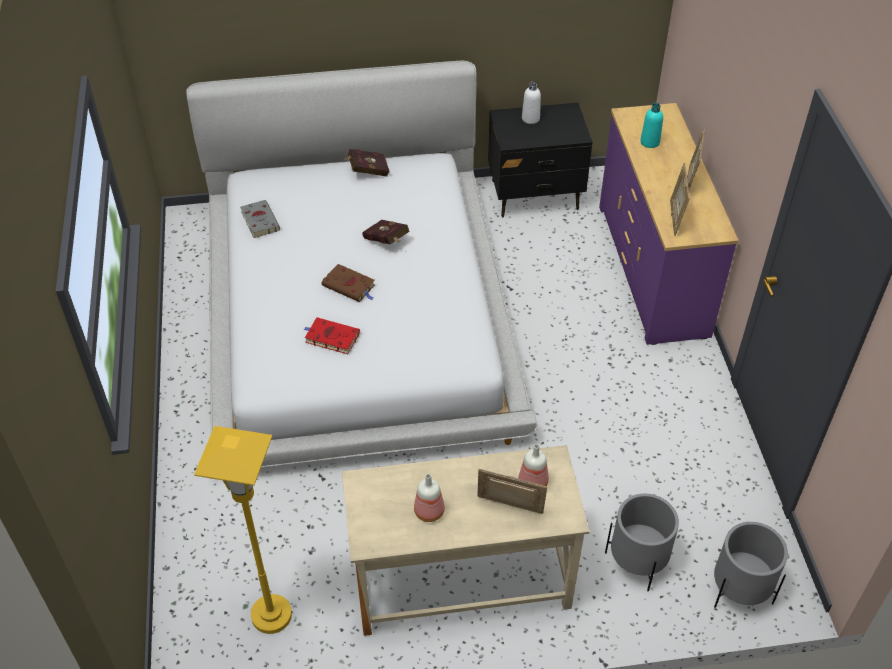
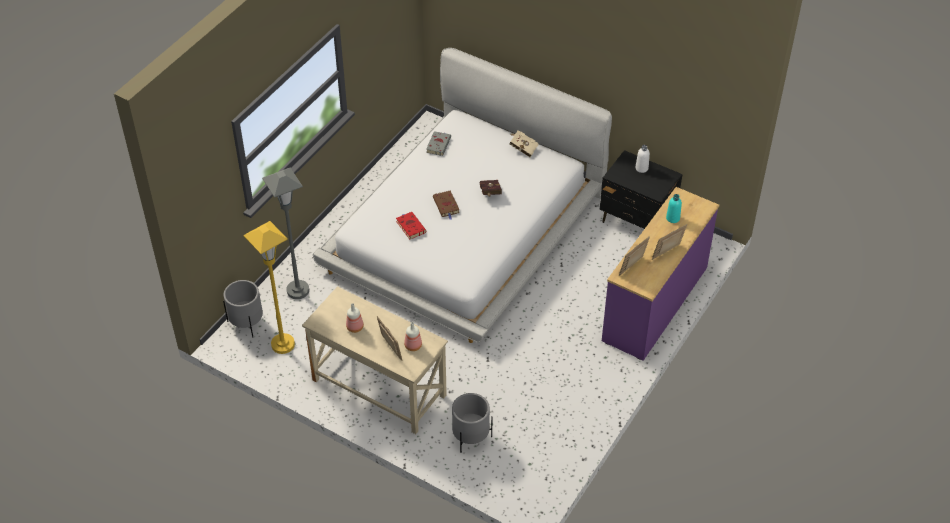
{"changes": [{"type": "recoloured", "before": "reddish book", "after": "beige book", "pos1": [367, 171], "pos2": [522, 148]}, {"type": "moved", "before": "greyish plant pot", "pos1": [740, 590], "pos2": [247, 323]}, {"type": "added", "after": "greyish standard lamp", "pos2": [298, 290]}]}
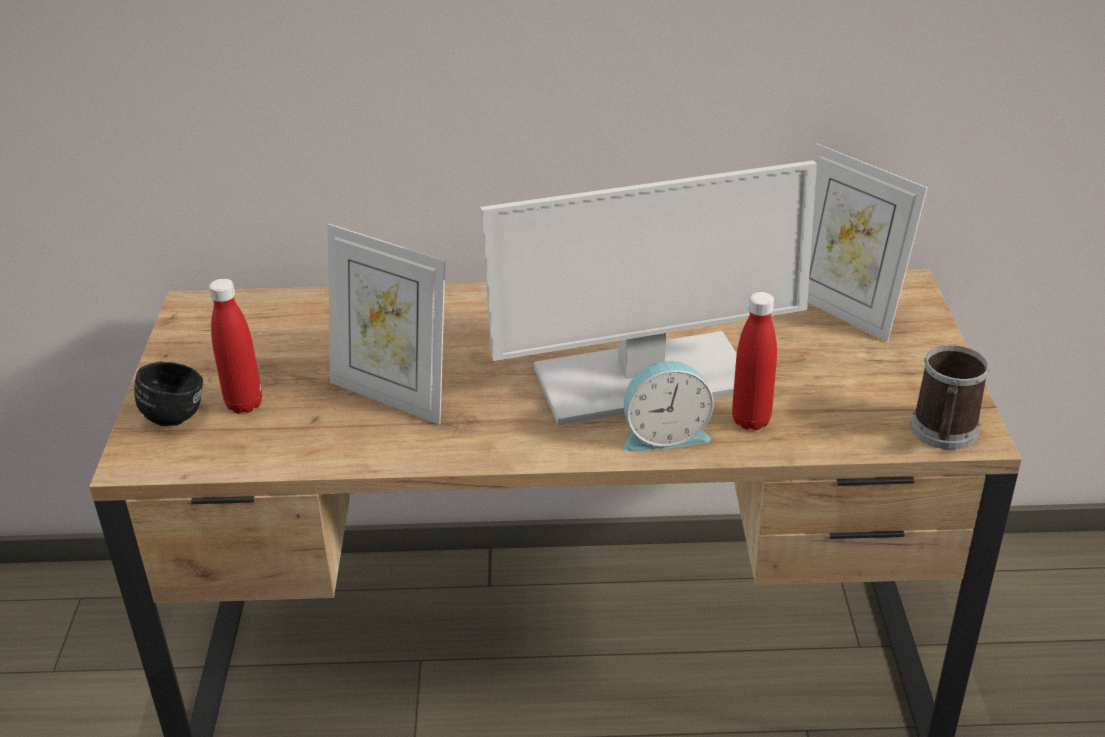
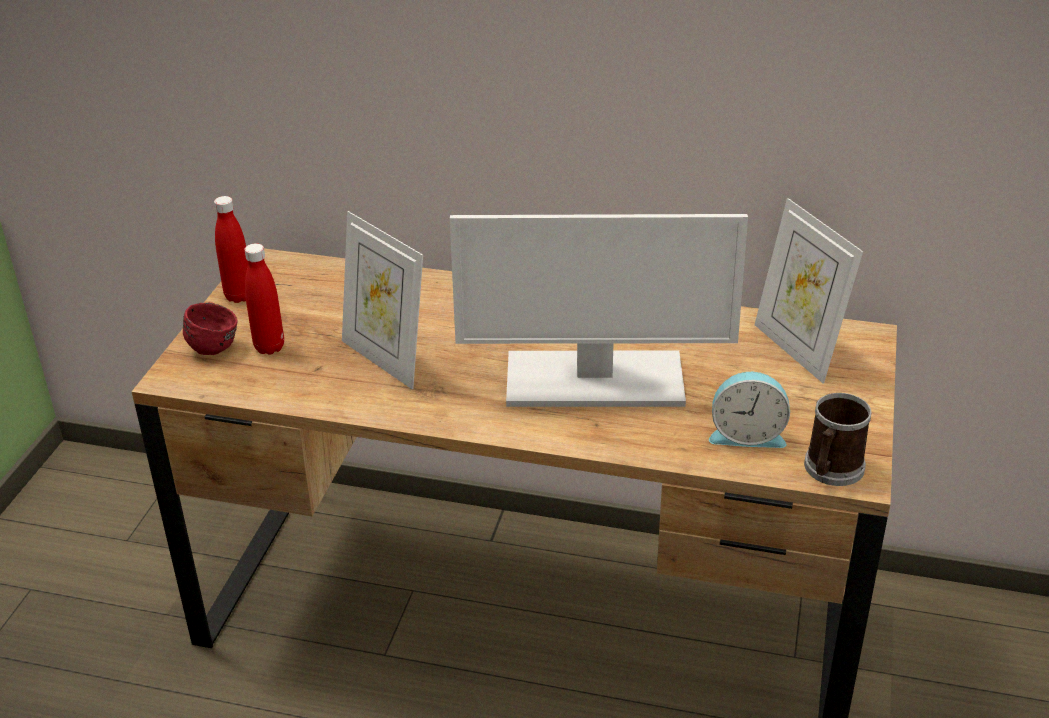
{"changes": [{"type": "moved", "before": "reddish beverage bottle", "pos1": [751, 420], "pos2": [239, 296]}, {"type": "recoloured", "before": "black coffee mug", "after": "reddish coffee mug", "pos1": [174, 411], "pos2": [215, 344]}, {"type": "moved", "before": "bedside clock", "pos1": [664, 435], "pos2": [747, 434]}]}
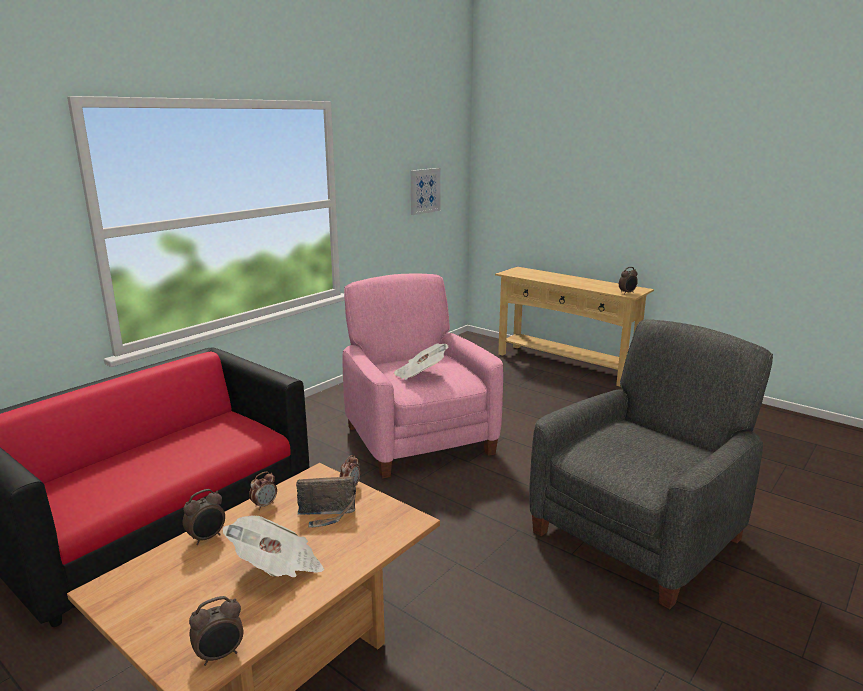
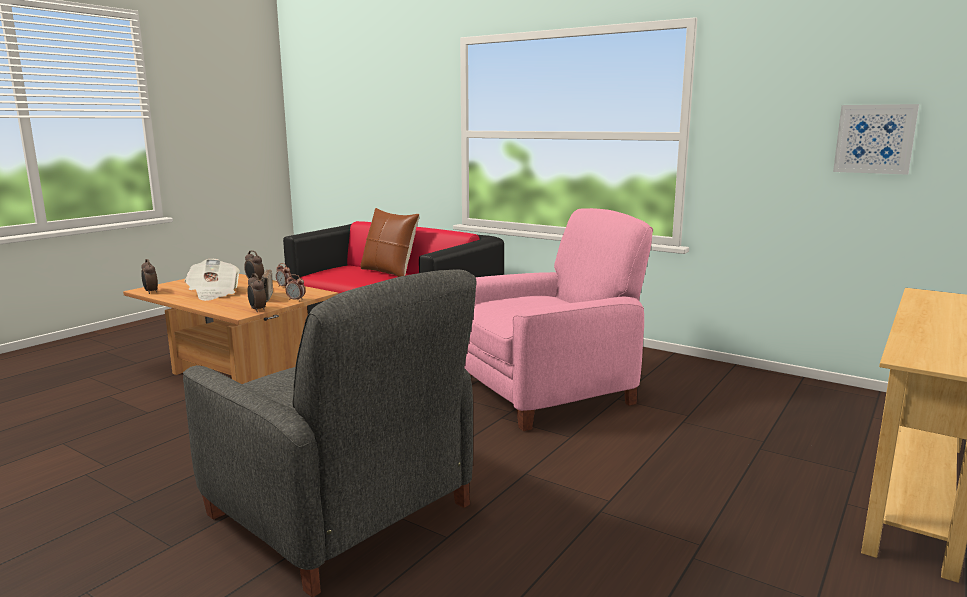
{"changes": [{"type": "moved", "before": "bedside clock", "pos1": [627, 293], "pos2": [257, 310]}, {"type": "removed", "before": "daily paper", "pos1": [420, 375]}, {"type": "added", "after": "brownish cushion", "pos2": [389, 272]}]}
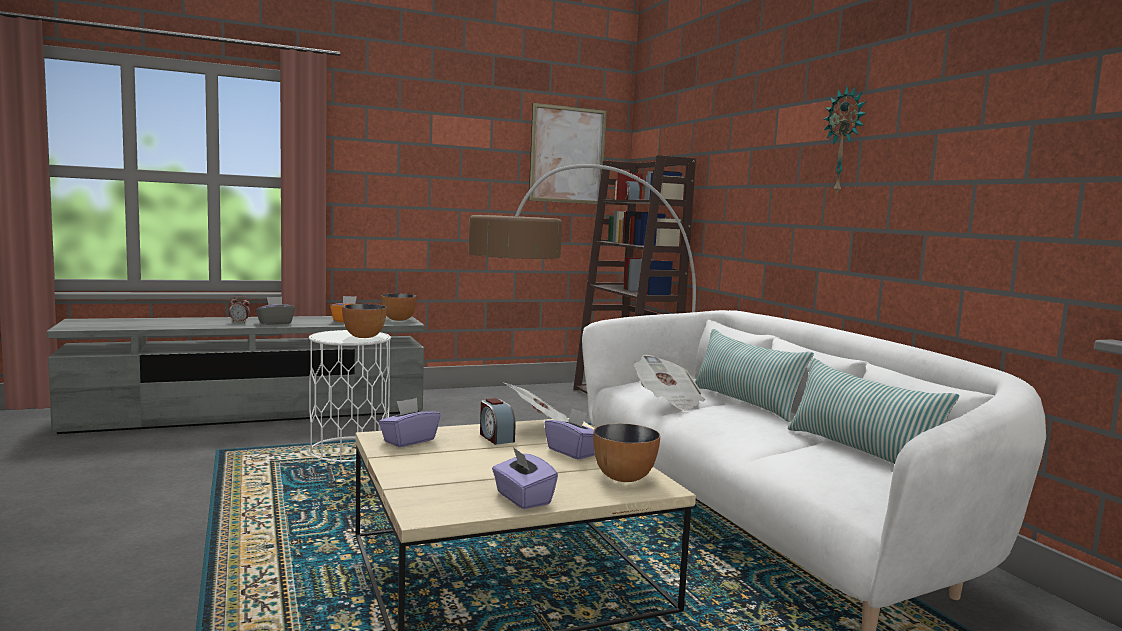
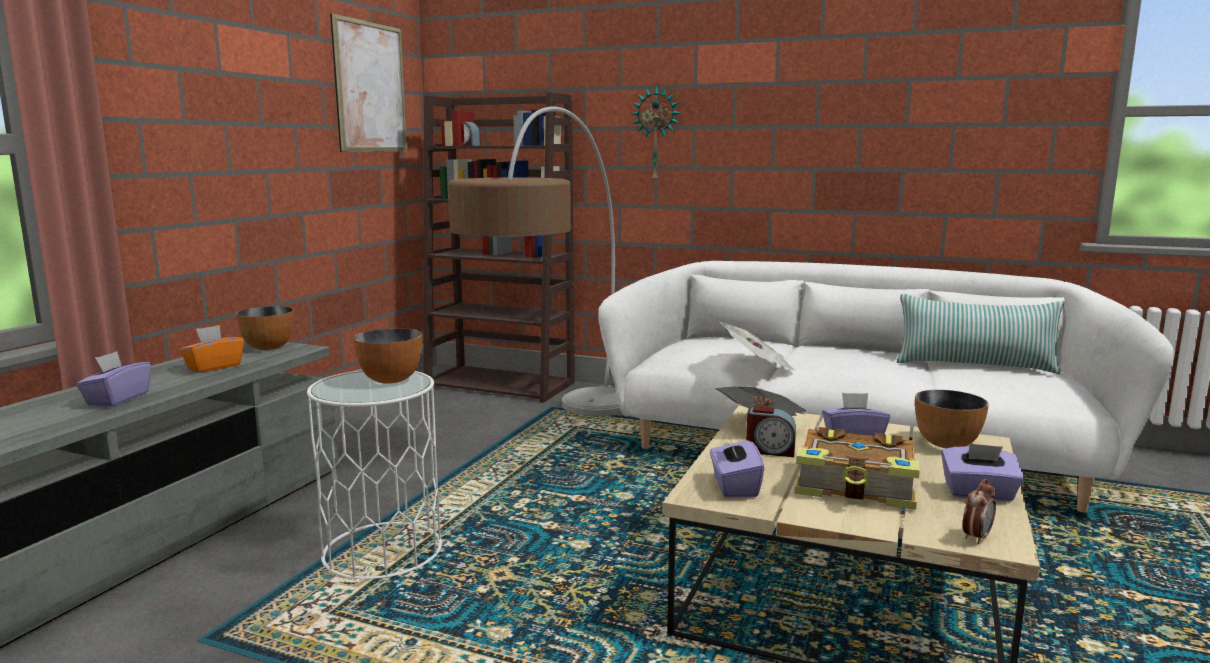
{"changes": [{"type": "moved", "before": "wall clock", "pos1": [845, 141], "pos2": [656, 135]}, {"type": "moved", "before": "bedside clock", "pos1": [239, 322], "pos2": [976, 537]}, {"type": "recoloured", "before": "greyish box of tissues", "after": "purple-coloured box of tissues", "pos1": [275, 323], "pos2": [117, 399]}, {"type": "removed", "before": "cushion", "pos1": [744, 403]}, {"type": "added", "after": "book", "pos2": [857, 486]}]}
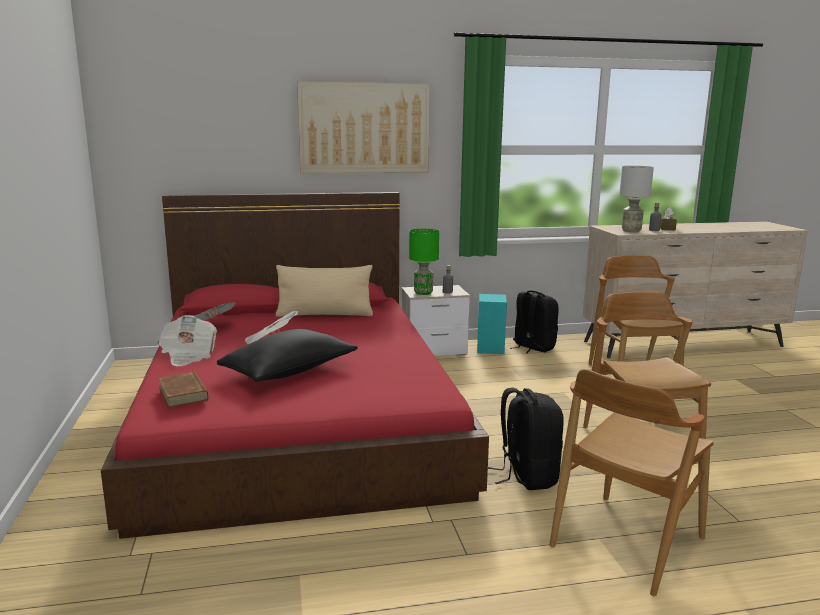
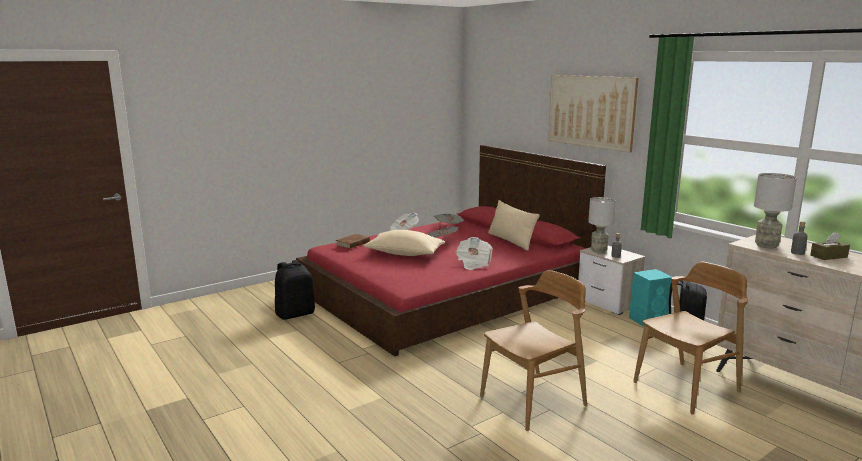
{"changes": [{"type": "recoloured", "before": "greenish lamp for a table", "after": "greyish lamp for a table", "pos1": [422, 293], "pos2": [598, 251]}, {"type": "recoloured", "before": "black cushion", "after": "beige cushion", "pos1": [290, 372], "pos2": [404, 254]}, {"type": "removed", "before": "brownish chair", "pos1": [626, 542]}, {"type": "moved", "before": "black knapsack", "pos1": [527, 476], "pos2": [295, 314]}, {"type": "added", "after": "daily paper", "pos2": [473, 263]}]}
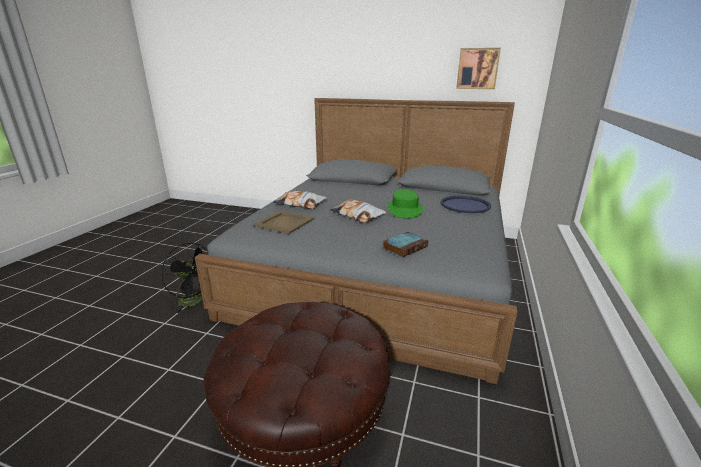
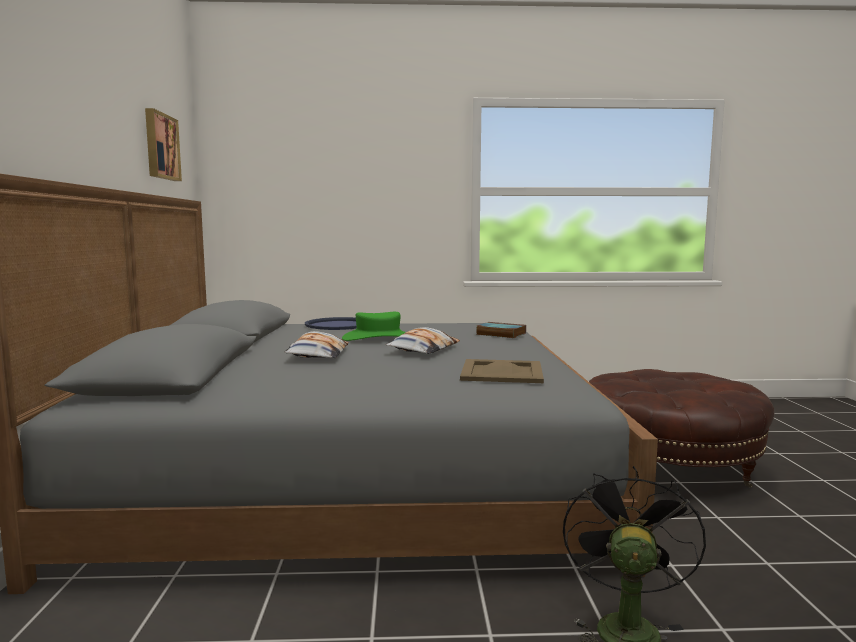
{"changes": [{"type": "moved", "before": "cushion", "pos1": [300, 204], "pos2": [317, 354]}]}
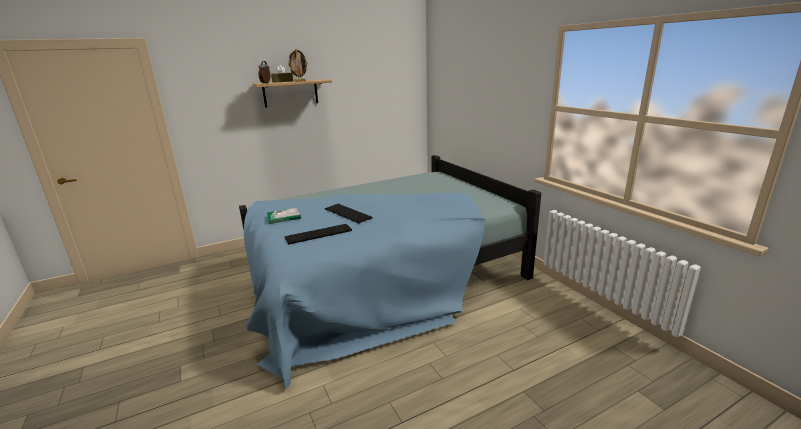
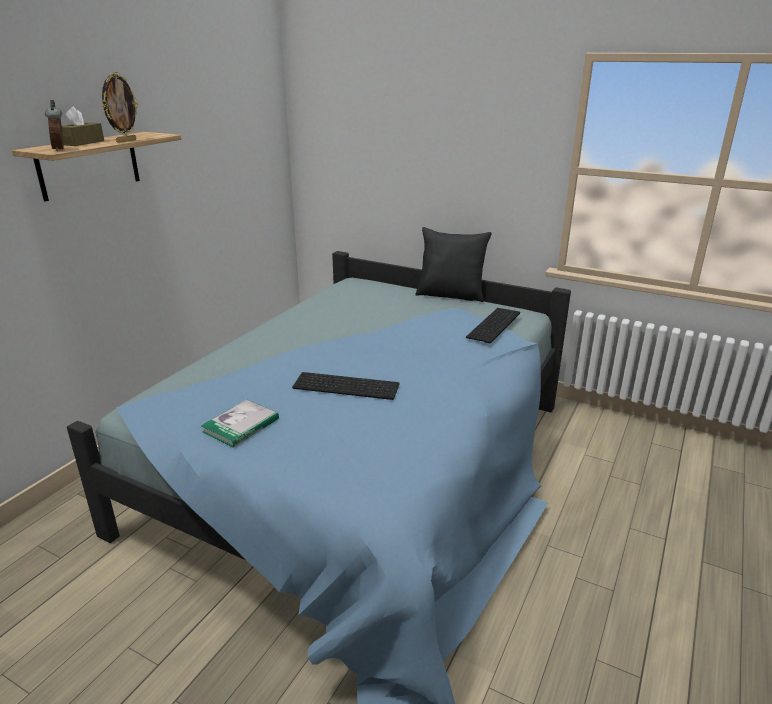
{"changes": [{"type": "moved", "before": "keyboard", "pos1": [318, 234], "pos2": [495, 325]}, {"type": "added", "after": "black cushion", "pos2": [451, 295]}]}
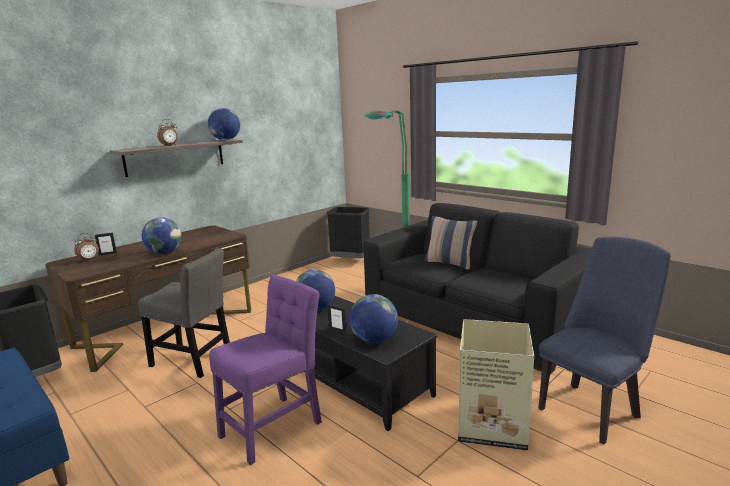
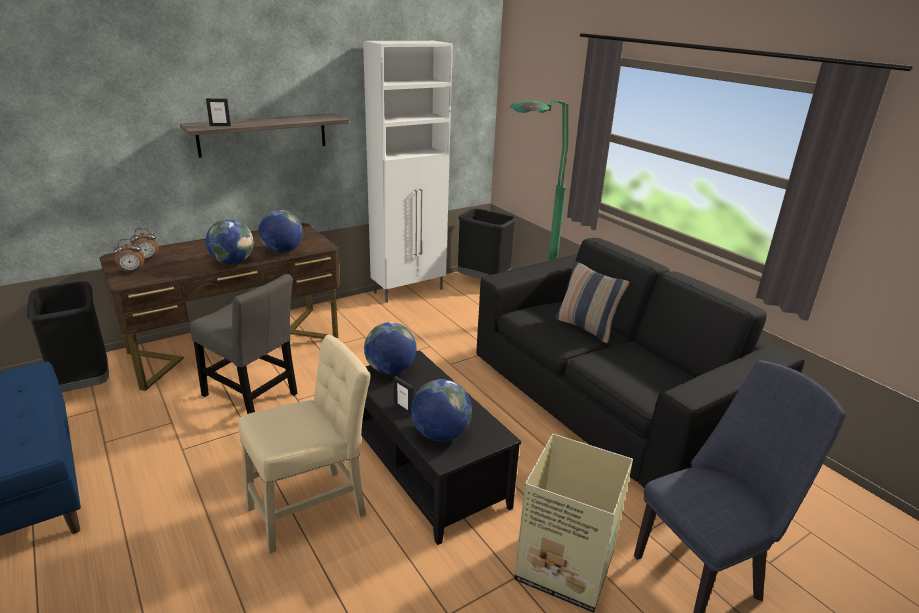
{"changes": [{"type": "moved", "before": "world globe", "pos1": [225, 140], "pos2": [282, 251]}, {"type": "moved", "before": "bedside clock", "pos1": [170, 145], "pos2": [132, 272]}, {"type": "moved", "before": "standing frame", "pos1": [108, 254], "pos2": [220, 126]}, {"type": "recoloured", "before": "purple-coloured chair", "after": "beige chair", "pos1": [274, 426], "pos2": [312, 507]}, {"type": "added", "after": "white-coloured cabinet", "pos2": [409, 290]}]}
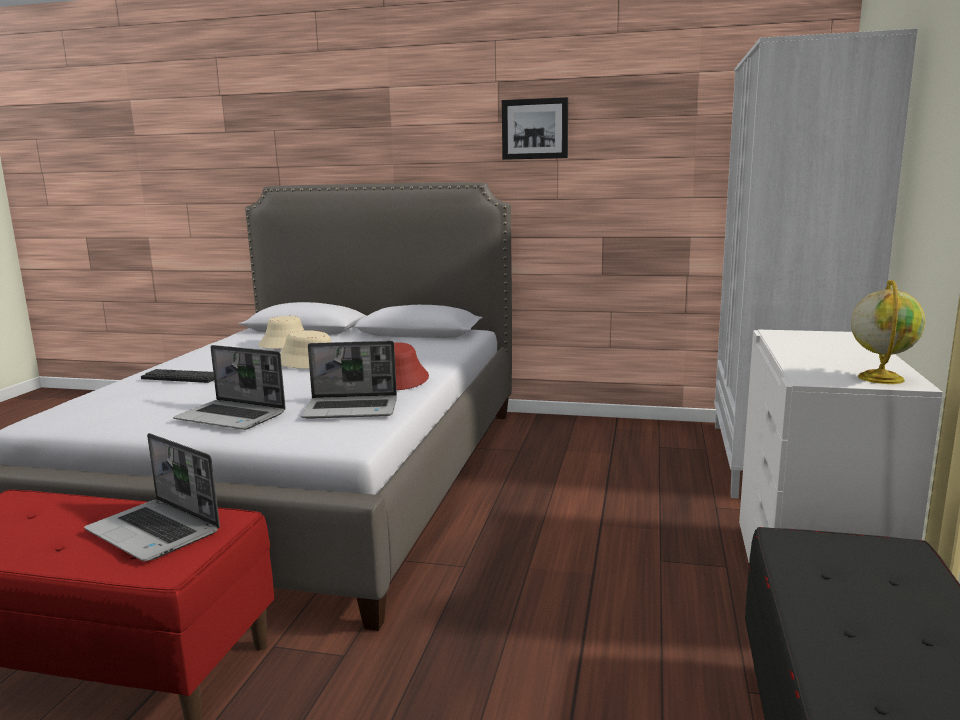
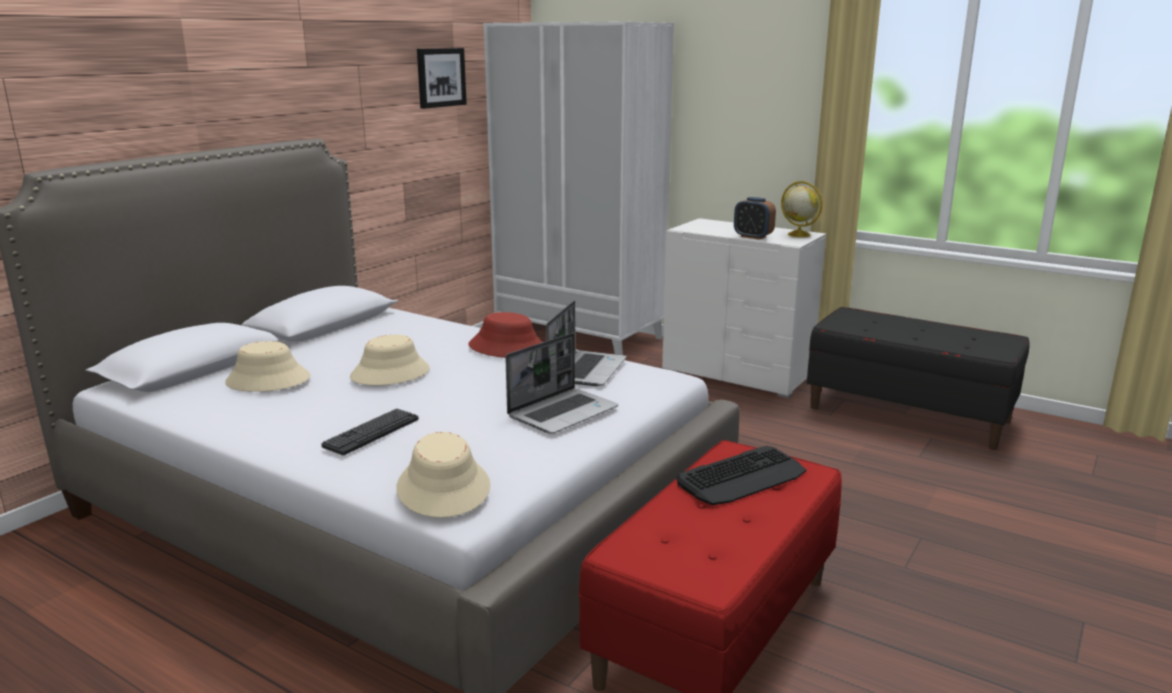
{"changes": [{"type": "moved", "before": "wall picture", "pos1": [535, 129], "pos2": [440, 77]}, {"type": "replaced", "before": "notebook computer", "after": "keyboard", "pos1": [155, 532], "pos2": [742, 477]}, {"type": "added", "after": "bedside clock", "pos2": [753, 237]}, {"type": "added", "after": "beige hat", "pos2": [444, 487]}]}
